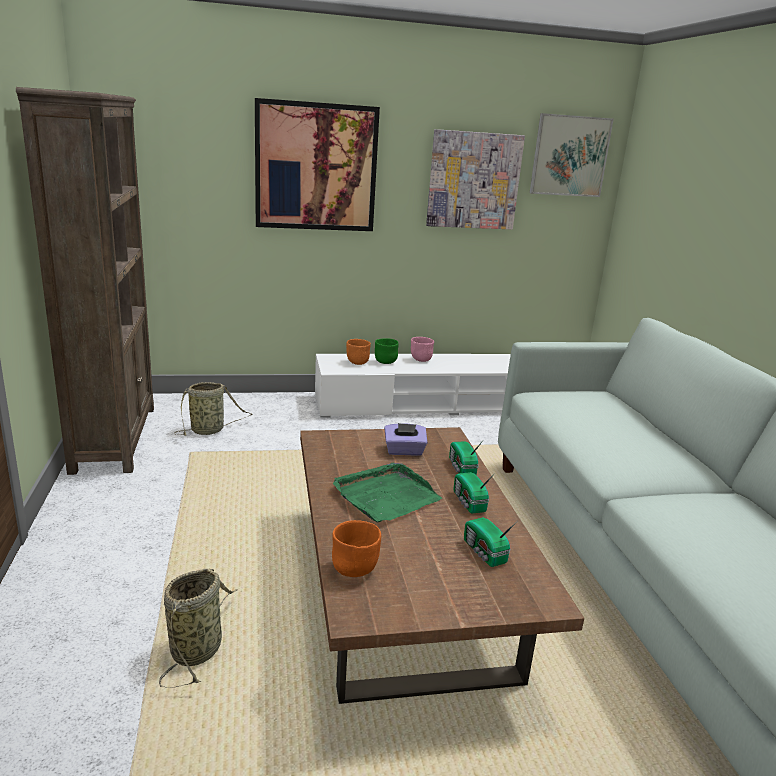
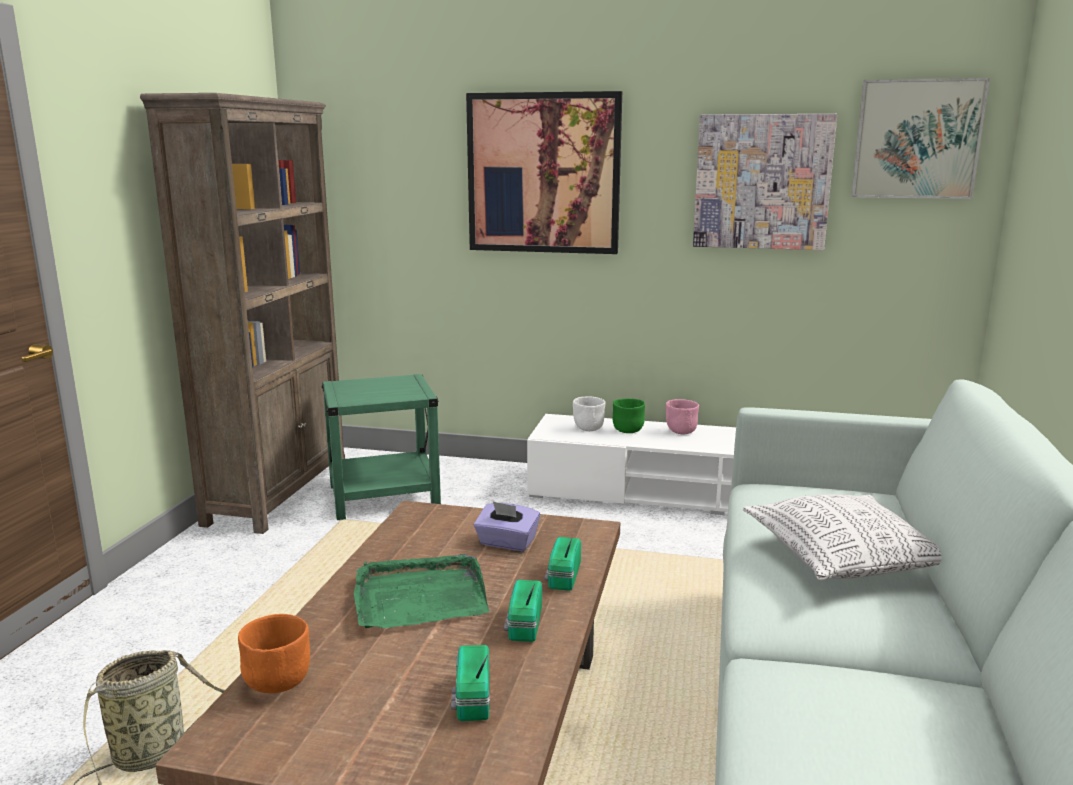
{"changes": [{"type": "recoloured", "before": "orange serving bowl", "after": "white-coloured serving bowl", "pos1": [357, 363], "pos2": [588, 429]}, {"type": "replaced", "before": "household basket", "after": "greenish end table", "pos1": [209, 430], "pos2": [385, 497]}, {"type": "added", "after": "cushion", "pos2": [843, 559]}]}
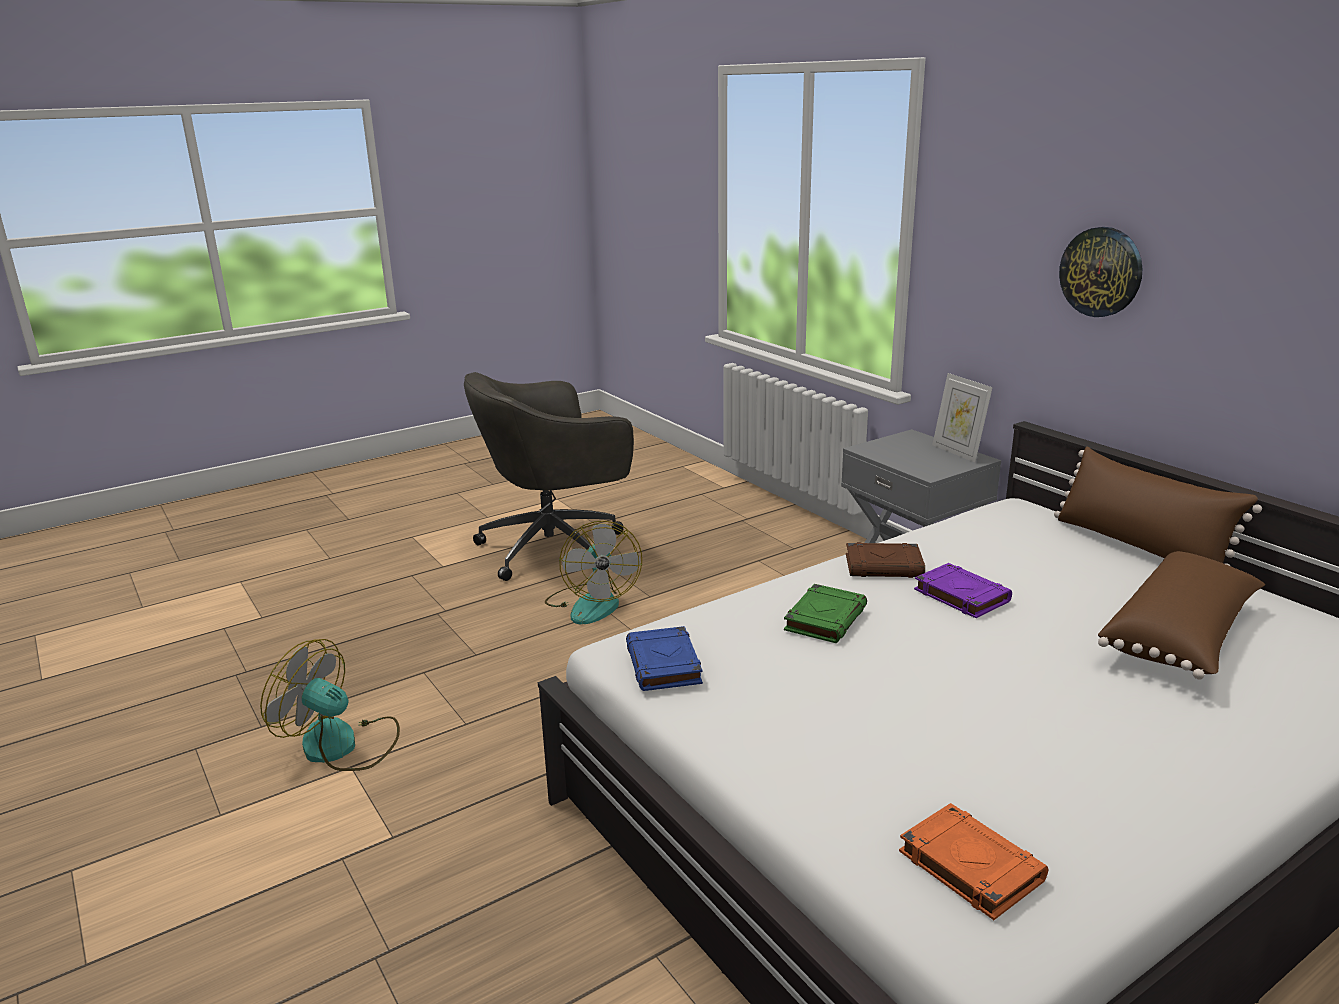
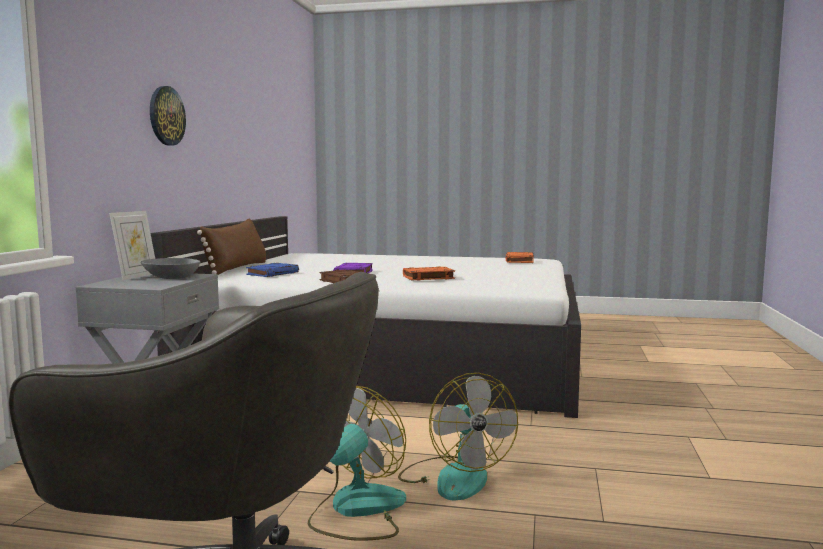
{"changes": [{"type": "removed", "before": "brownish cushion", "pos1": [1181, 637]}, {"type": "recoloured", "before": "greenish book", "after": "orange book", "pos1": [825, 618], "pos2": [428, 277]}, {"type": "moved", "before": "blue-coloured book", "pos1": [664, 665], "pos2": [273, 273]}, {"type": "moved", "before": "cooling fan", "pos1": [342, 746], "pos2": [454, 477]}, {"type": "added", "after": "greyish serving bowl", "pos2": [171, 277]}]}
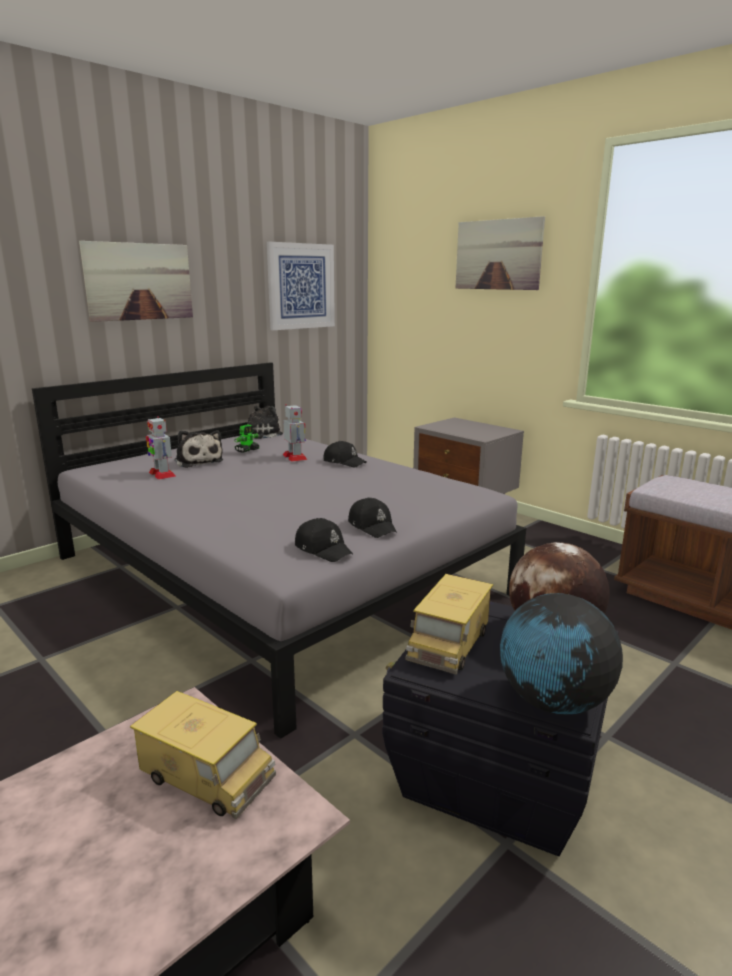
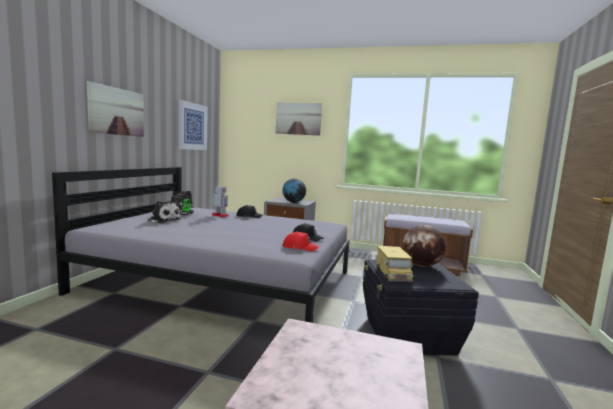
{"changes": [{"type": "removed", "before": "model robot", "pos1": [161, 474]}, {"type": "recoloured", "before": "black peaked cap", "after": "reddish peaked cap", "pos1": [323, 549], "pos2": [300, 247]}, {"type": "moved", "before": "world globe", "pos1": [553, 701], "pos2": [293, 202]}, {"type": "removed", "before": "toy lorry", "pos1": [206, 776]}]}
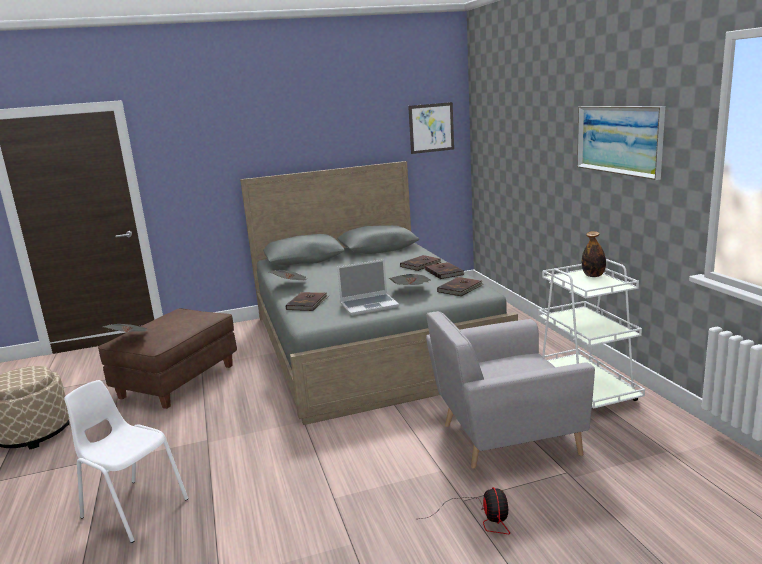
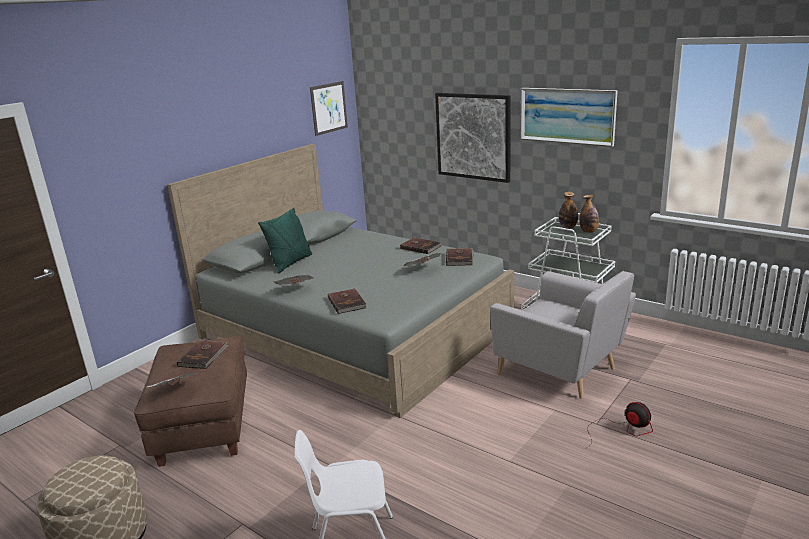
{"changes": [{"type": "moved", "before": "brownish book", "pos1": [421, 264], "pos2": [203, 356]}, {"type": "removed", "before": "notebook computer", "pos1": [369, 305]}, {"type": "turned", "before": "greyish easy chair", "pos1": [503, 436], "pos2": [561, 370], "turn": -90}, {"type": "added", "after": "wall picture", "pos2": [473, 136]}, {"type": "added", "after": "beverage bottle", "pos2": [589, 231]}, {"type": "added", "after": "greenish cushion", "pos2": [290, 263]}]}
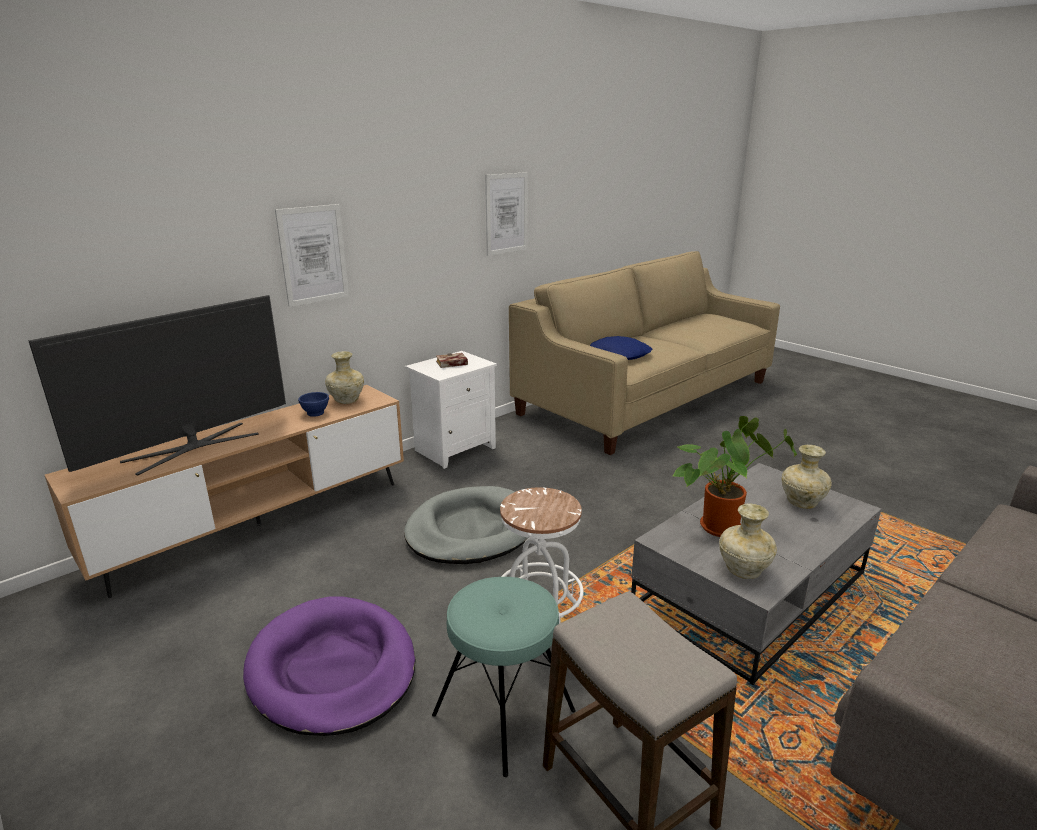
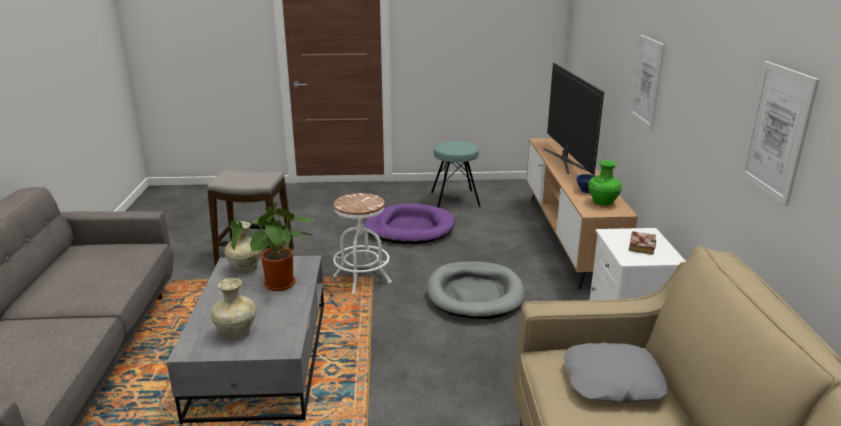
{"changes": [{"type": "recoloured", "before": "blue-coloured cushion", "after": "greyish cushion", "pos1": [620, 354], "pos2": [612, 382]}, {"type": "recoloured", "before": "beige flower vase", "after": "greenish flower vase", "pos1": [346, 401], "pos2": [602, 202]}, {"type": "moved", "before": "blue-green stool seat", "pos1": [503, 712], "pos2": [455, 199]}]}
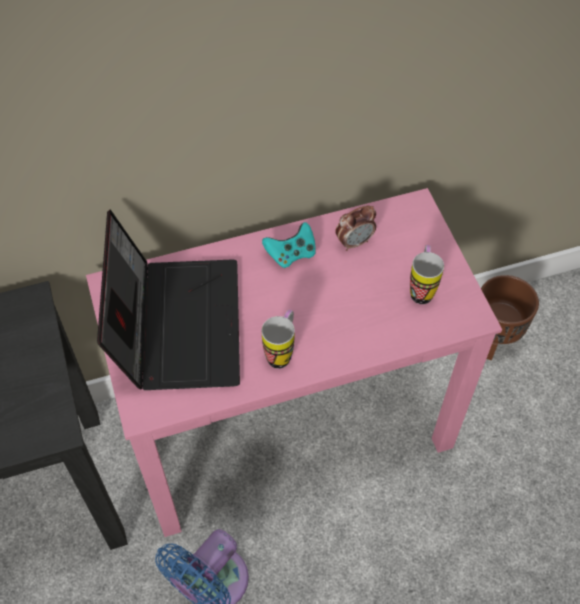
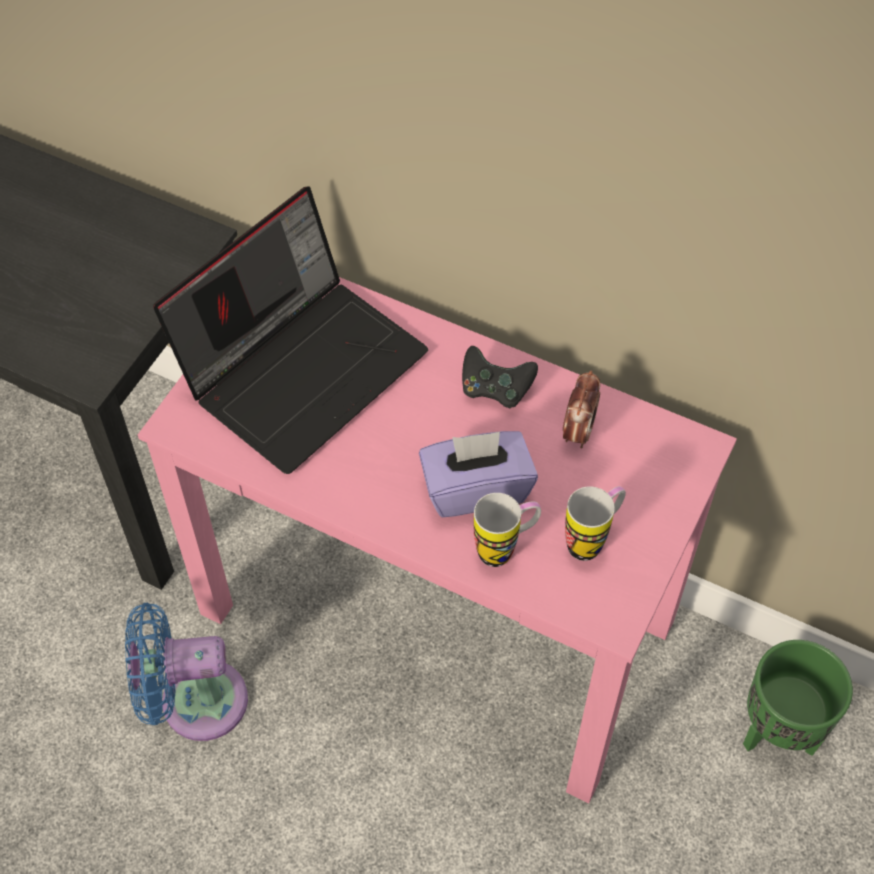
{"changes": [{"type": "turned", "before": "bedside clock", "pos1": [354, 242], "pos2": [578, 431], "turn": -90}, {"type": "recoloured", "before": "blue-green gamepad", "after": "black gamepad", "pos1": [291, 254], "pos2": [495, 389]}, {"type": "recoloured", "before": "brownish plant pot", "after": "greenish plant pot", "pos1": [494, 339], "pos2": [779, 732]}, {"type": "moved", "before": "coffee mug", "pos1": [282, 352], "pos2": [505, 549]}, {"type": "added", "after": "purple-coloured box of tissues", "pos2": [476, 488]}]}
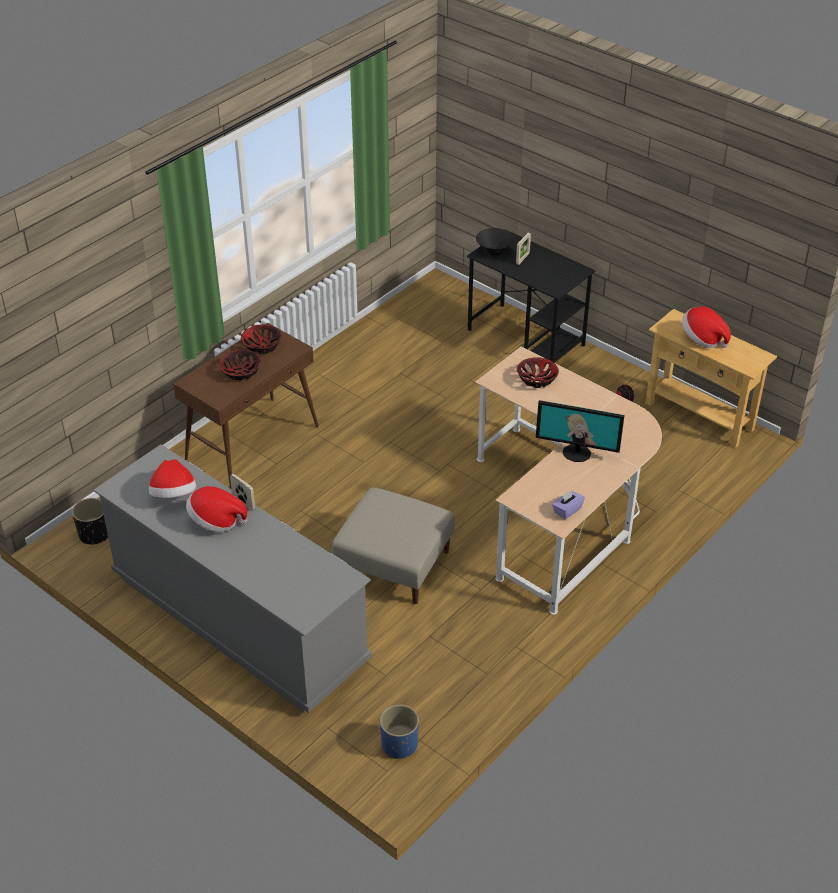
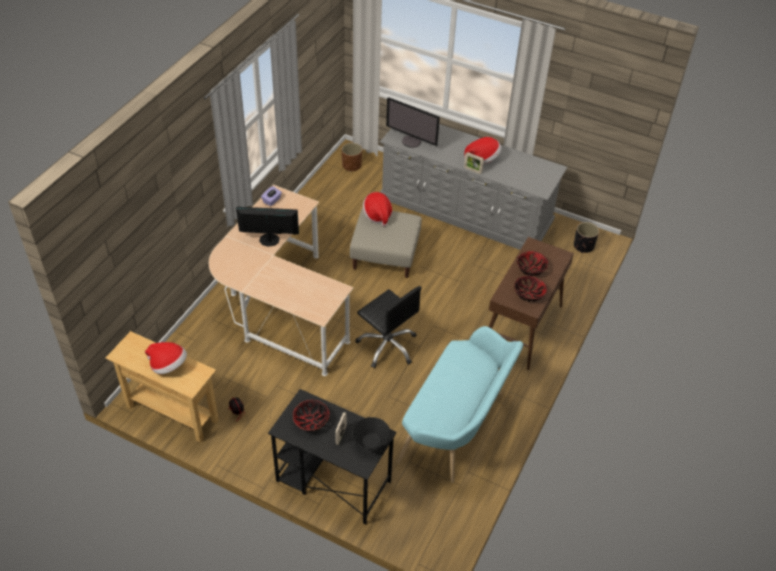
{"changes": [{"type": "moved", "before": "serving bowl", "pos1": [537, 379], "pos2": [311, 421]}, {"type": "moved", "before": "hat", "pos1": [174, 495], "pos2": [377, 215]}, {"type": "recoloured", "before": "blue-coloured plant pot", "after": "brownish plant pot", "pos1": [399, 745], "pos2": [351, 165]}, {"type": "added", "after": "computer display", "pos2": [412, 141]}, {"type": "added", "after": "black desk chair", "pos2": [387, 345]}, {"type": "added", "after": "blue-green long seat", "pos2": [457, 428]}]}
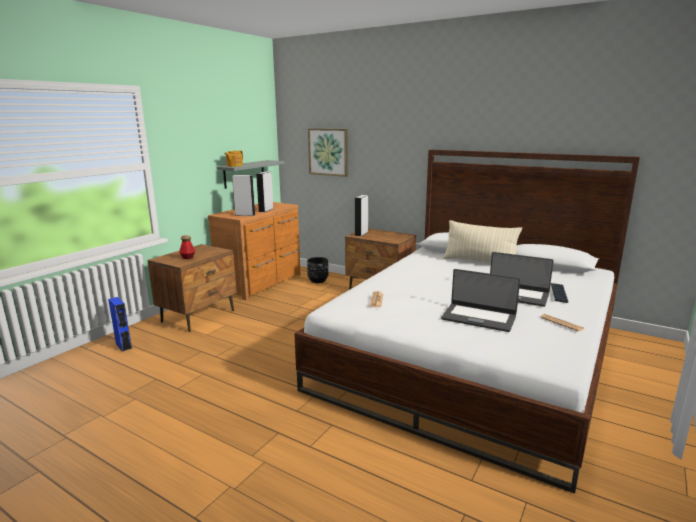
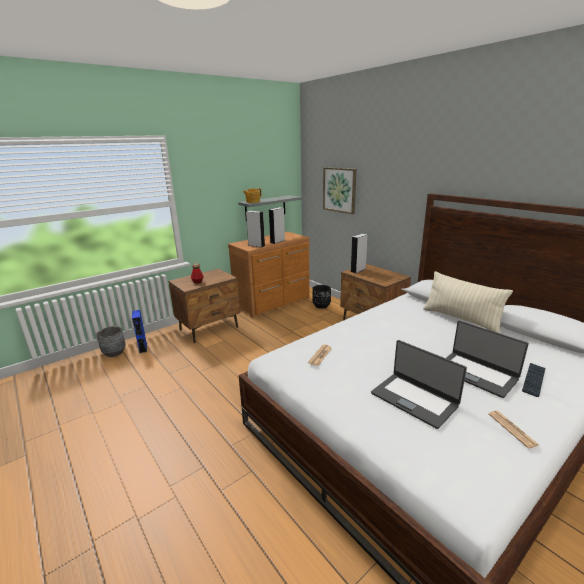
{"changes": [{"type": "added", "after": "greyish plant pot", "pos2": [114, 352]}]}
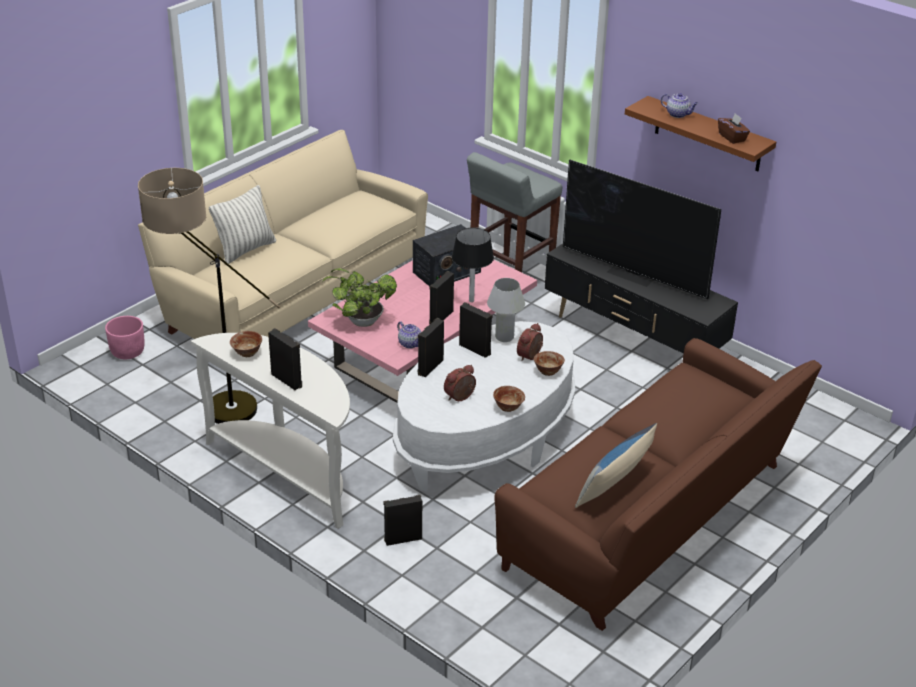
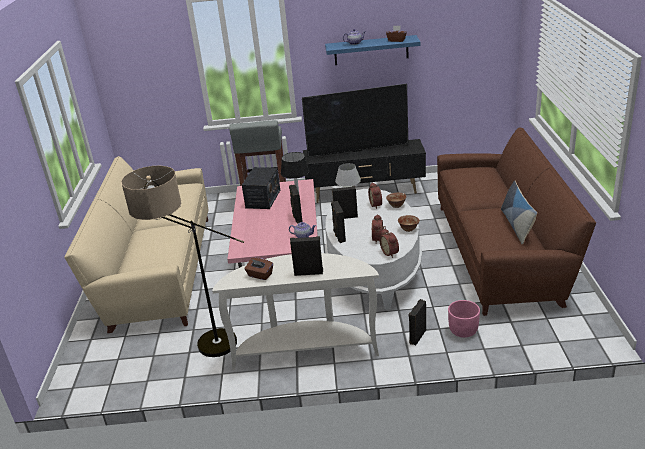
{"changes": [{"type": "recoloured", "before": "brownish wall shelf", "after": "blue-coloured wall shelf", "pos1": [708, 134], "pos2": [371, 50]}, {"type": "removed", "before": "cushion", "pos1": [245, 250]}, {"type": "removed", "before": "potted plant", "pos1": [360, 321]}, {"type": "moved", "before": "pink plant pot", "pos1": [128, 352], "pos2": [463, 330]}, {"type": "replaced", "before": "serving bowl", "after": "brownish box of tissues", "pos1": [247, 353], "pos2": [260, 275]}, {"type": "added", "after": "bedside clock", "pos2": [390, 253]}]}
